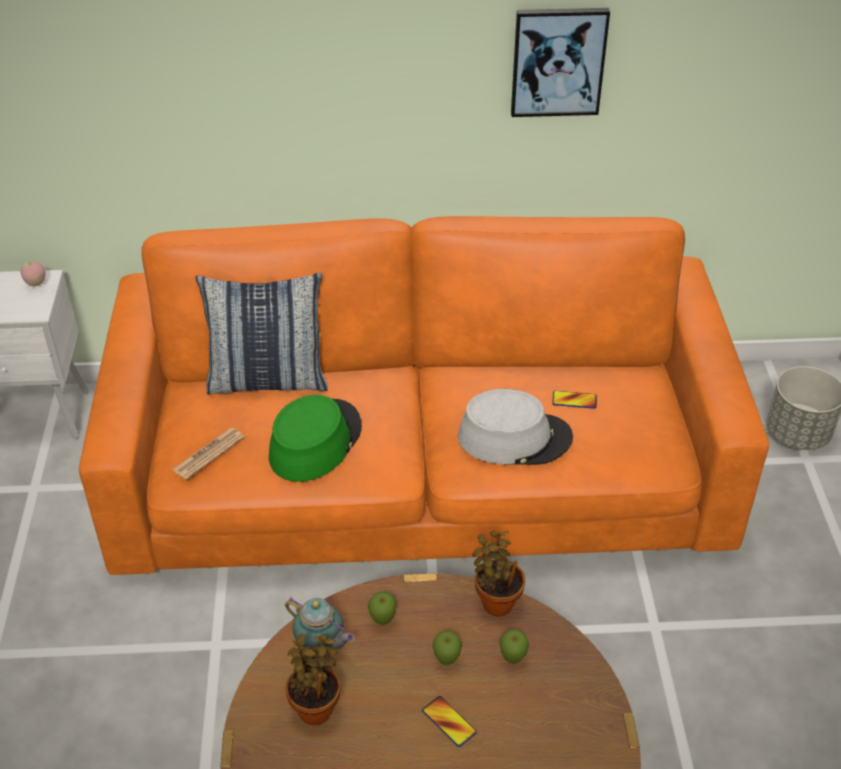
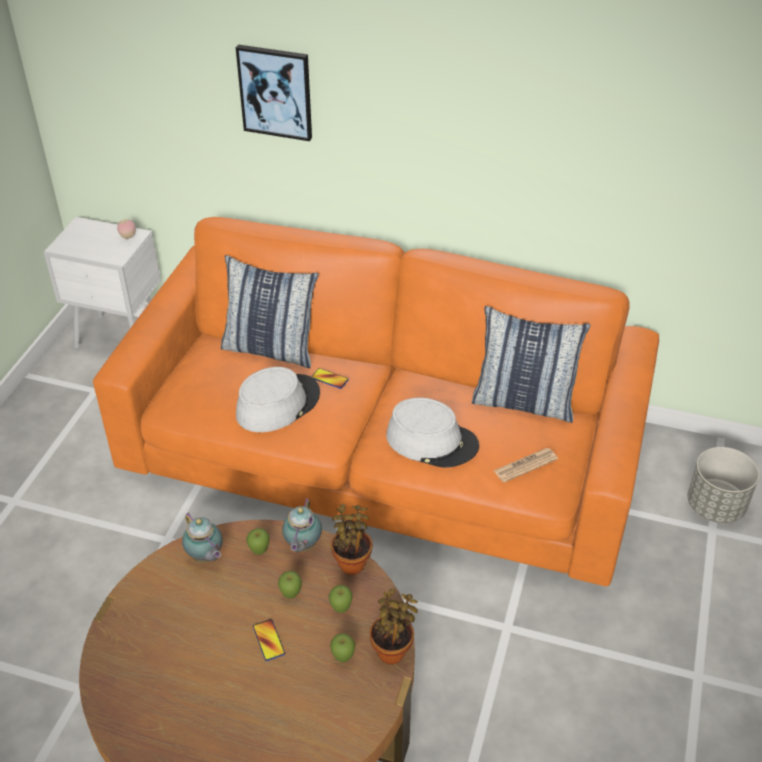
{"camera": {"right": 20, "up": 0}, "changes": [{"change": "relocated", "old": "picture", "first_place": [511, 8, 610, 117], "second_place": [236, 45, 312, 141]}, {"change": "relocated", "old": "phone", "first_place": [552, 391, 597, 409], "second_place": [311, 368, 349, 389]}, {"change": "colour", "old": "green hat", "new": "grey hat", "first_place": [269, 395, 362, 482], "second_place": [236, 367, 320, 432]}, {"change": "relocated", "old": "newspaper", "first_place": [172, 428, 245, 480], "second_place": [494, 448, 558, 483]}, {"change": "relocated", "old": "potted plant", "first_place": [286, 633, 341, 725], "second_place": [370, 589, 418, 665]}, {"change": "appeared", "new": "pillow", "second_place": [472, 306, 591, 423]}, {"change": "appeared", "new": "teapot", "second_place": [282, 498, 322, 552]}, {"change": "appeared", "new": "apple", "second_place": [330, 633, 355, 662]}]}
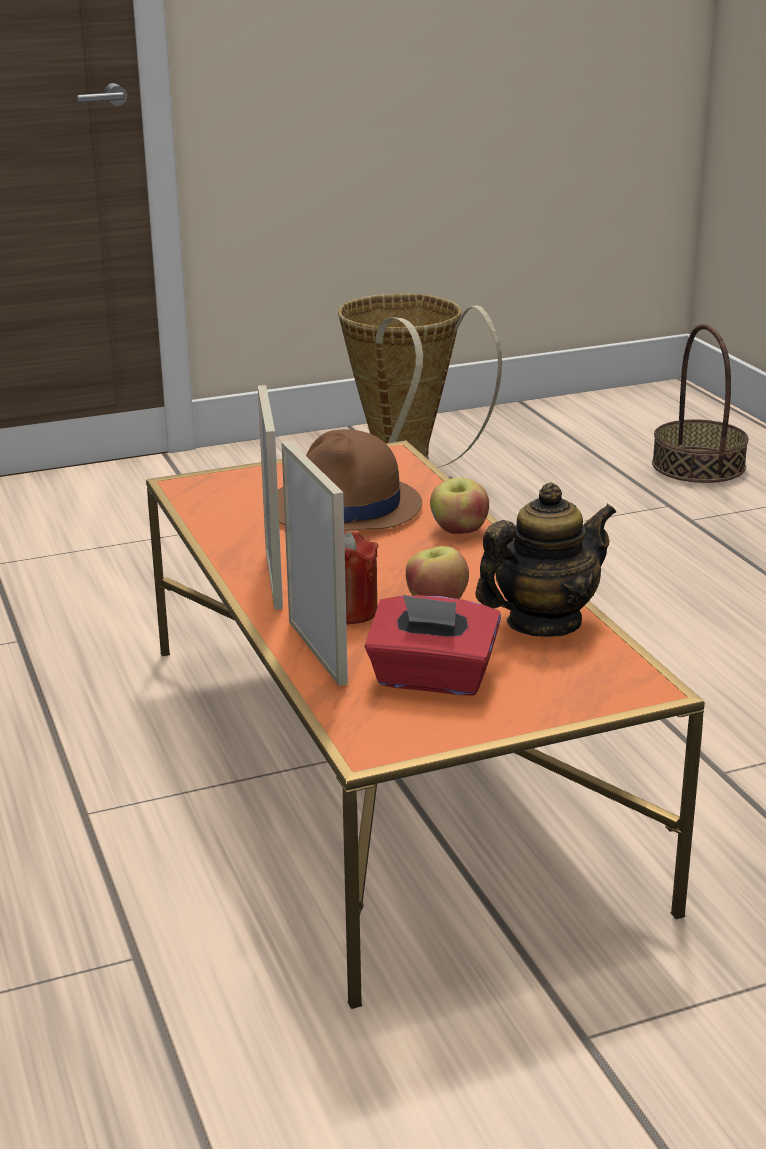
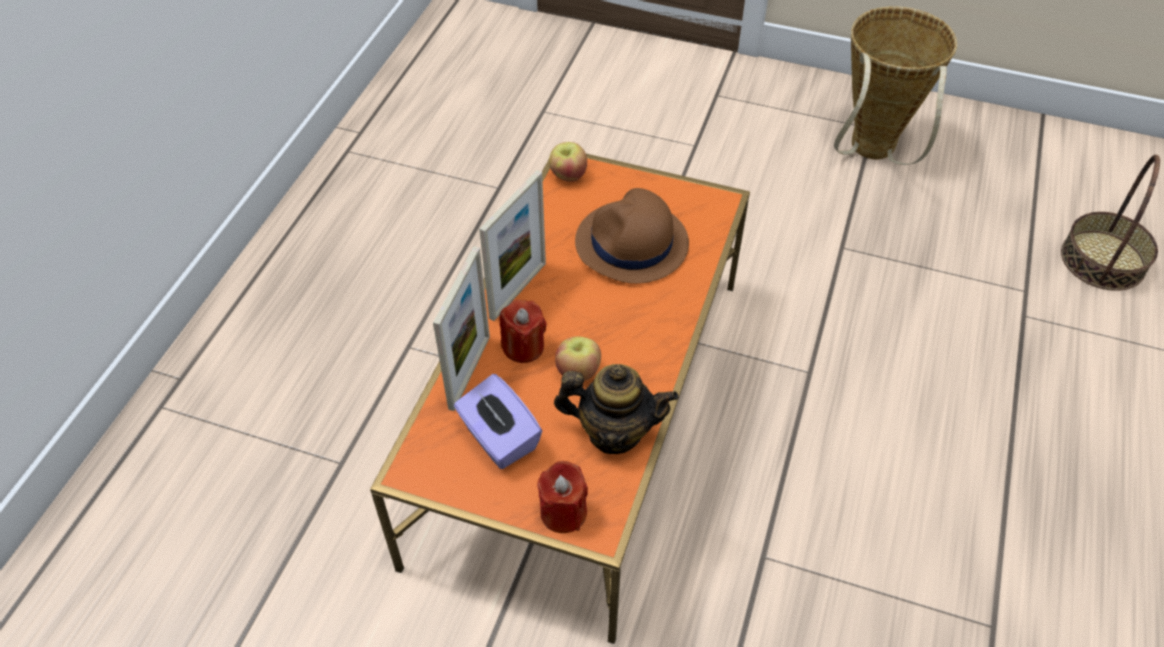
{"camera": {"right": 40, "up": 25}, "changes": [{"change": "relocated", "old": "apple", "first_place": [430, 477, 489, 534], "second_place": [549, 142, 587, 182]}, {"change": "colour", "old": "red tissue box", "new": "purple tissue box", "first_place": [365, 595, 501, 696], "second_place": [454, 374, 542, 469]}, {"change": "appeared", "new": "red candle", "second_place": [537, 461, 588, 533]}]}
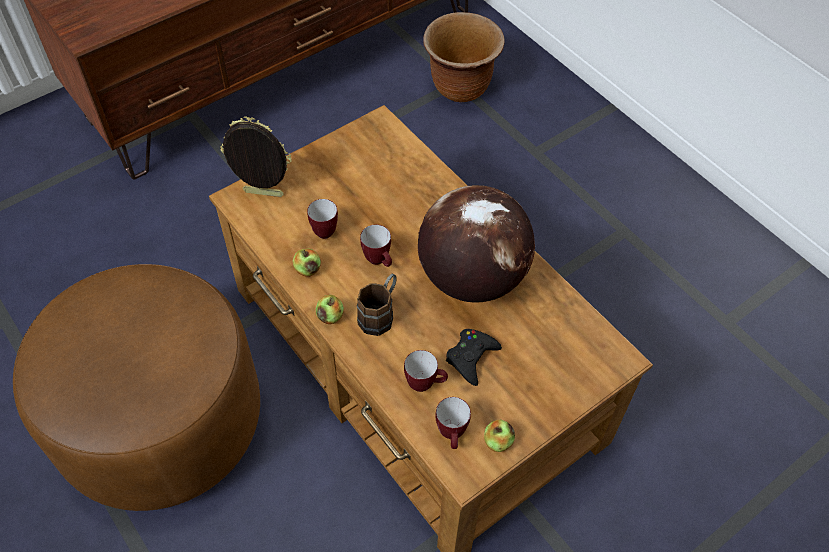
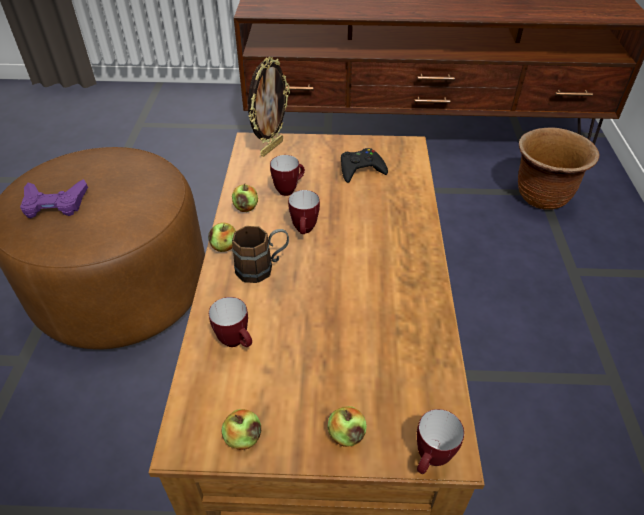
{"camera": {"right": 40, "up": -10}, "changes": [{"change": "spun", "old": "picture frame", "first_place": [220, 116, 292, 197], "second_place": [248, 57, 290, 157], "degrees": 75}, {"change": "missing", "old": "globe", "first_place": [418, 185, 535, 303]}, {"change": "relocated", "old": "black game controller", "first_place": [446, 329, 502, 386], "second_place": [341, 148, 388, 183]}, {"change": "relocated", "old": "mug", "first_place": [435, 397, 471, 449], "second_place": [417, 409, 464, 474]}, {"change": "appeared", "new": "purple game controller", "second_place": [20, 179, 88, 218]}, {"change": "appeared", "new": "apple", "second_place": [328, 406, 367, 447]}]}
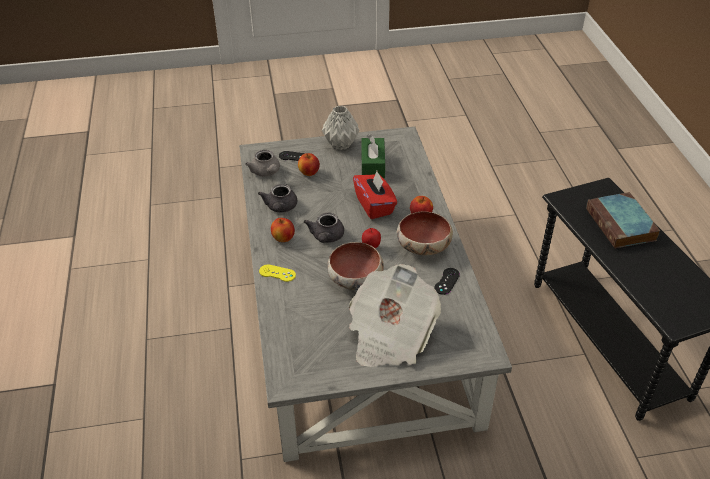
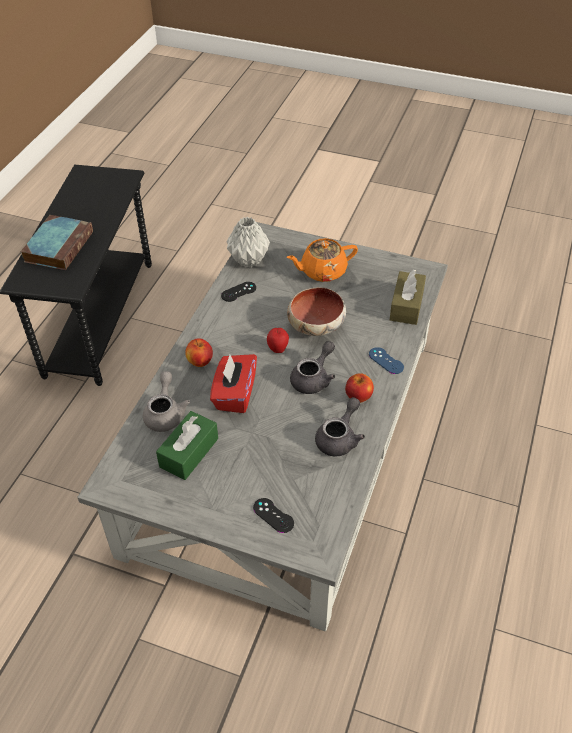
{"camera": {"right": -150, "up": 5}, "changes": [{"change": "relocated", "old": "grey vase", "first_place": [322, 105, 359, 150], "second_place": [227, 217, 270, 268]}, {"change": "relocated", "old": "grey teapot", "first_place": [245, 150, 280, 176], "second_place": [143, 371, 190, 432]}, {"change": "missing", "old": "apple", "first_place": [298, 153, 320, 176]}, {"change": "missing", "old": "bowl", "first_place": [397, 212, 453, 256]}, {"change": "colour", "old": "yellow game controller", "new": "blue game controller", "first_place": [259, 264, 296, 282], "second_place": [369, 347, 404, 374]}, {"change": "exchanged", "old": "newspaper", "new": "orange teapot", "first_place": [349, 264, 441, 367], "second_place": [286, 238, 358, 282]}, {"change": "appeared", "new": "brown tissue box", "second_place": [390, 269, 426, 325]}]}
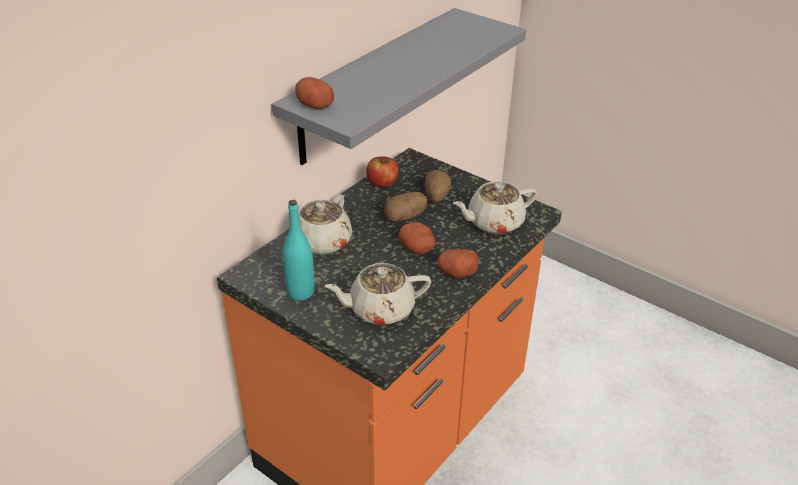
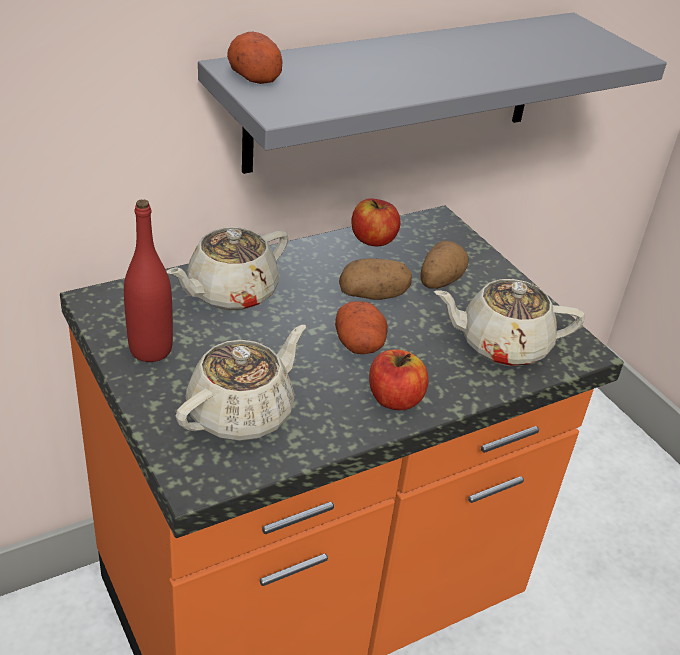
{"camera": {"right": 20, "up": 0}, "changes": [{"change": "colour", "old": "turquoise bottle", "new": "red bottle", "first_place": [282, 200, 315, 301], "second_place": [124, 200, 173, 362]}, {"change": "exchanged", "old": "potato", "new": "apple", "first_place": [438, 249, 479, 278], "second_place": [369, 349, 428, 410]}, {"change": "spun", "old": "beige teapot", "first_place": [324, 263, 431, 325], "second_place": [176, 325, 306, 441], "degrees": 120}]}
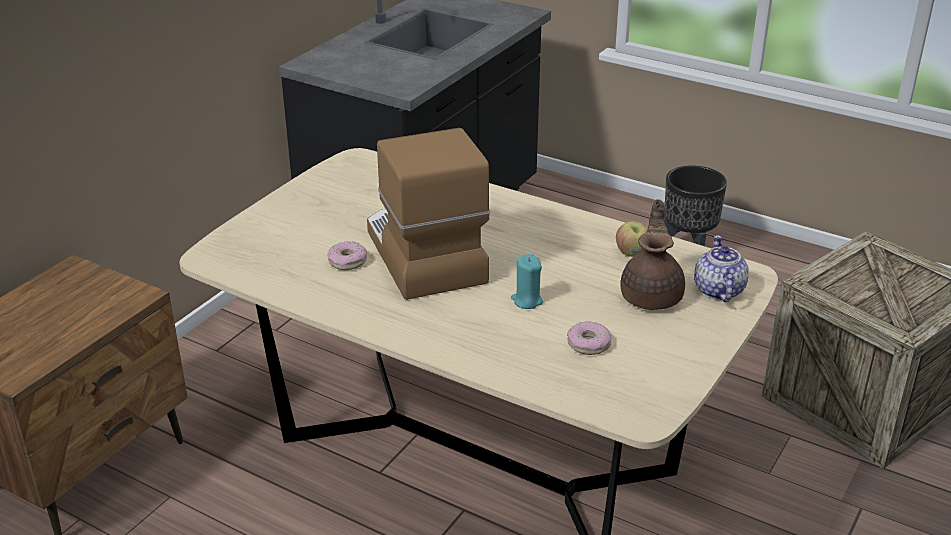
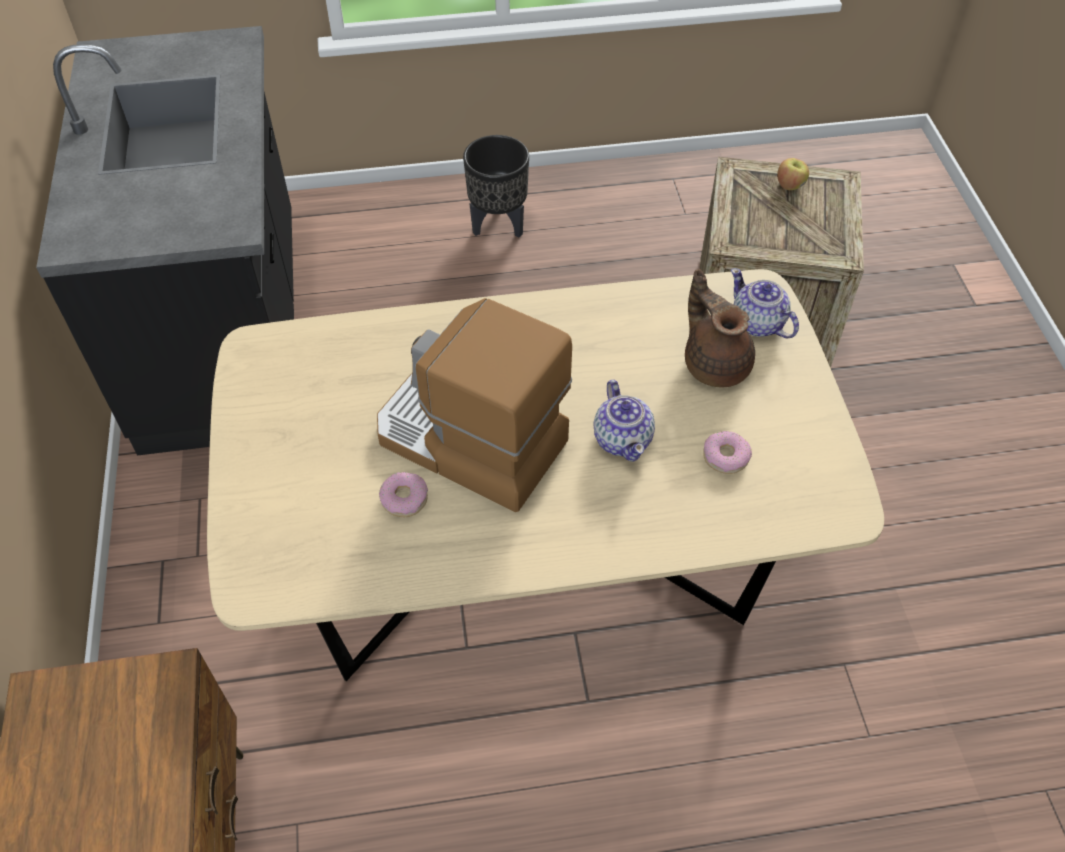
{"camera": {"right": -40, "up": 20}, "changes": [{"change": "relocated", "old": "apple", "first_place": [616, 221, 648, 257], "second_place": [777, 158, 809, 190]}, {"change": "exchanged", "old": "turquoise candle", "new": "teapot", "first_place": [511, 254, 543, 309], "second_place": [594, 380, 655, 462]}]}
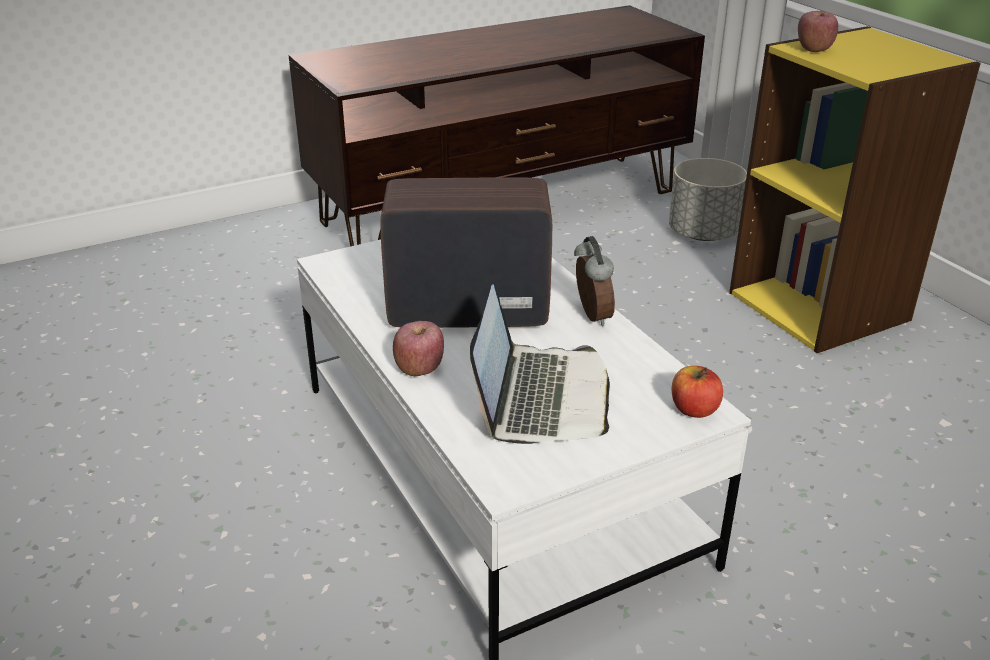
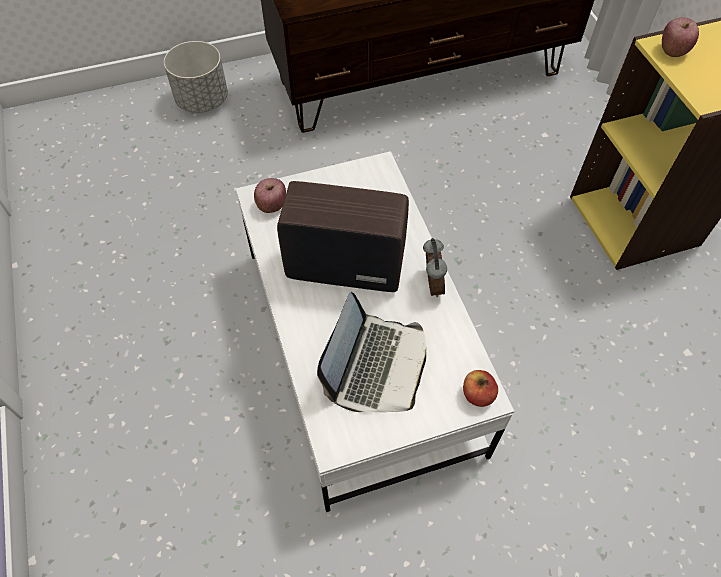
{"camera": {"right": 10, "up": 25}, "changes": [{"change": "relocated", "old": "grey planter", "first_place": [669, 158, 747, 241], "second_place": [164, 41, 228, 113]}, {"change": "relocated", "old": "apple", "first_place": [393, 321, 444, 376], "second_place": [254, 178, 286, 213]}]}
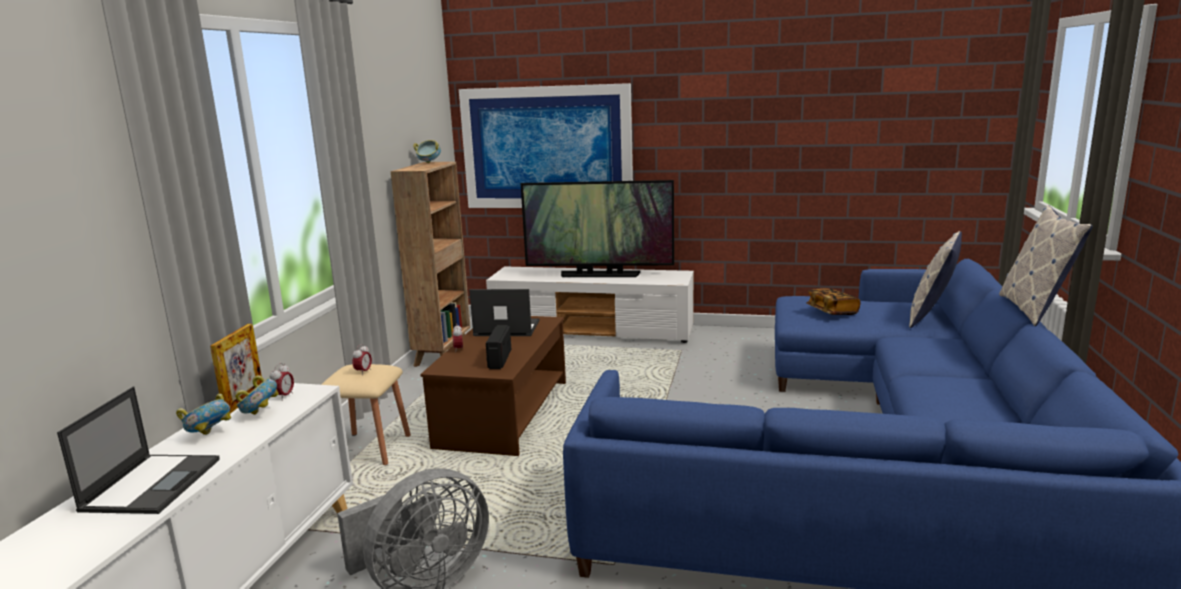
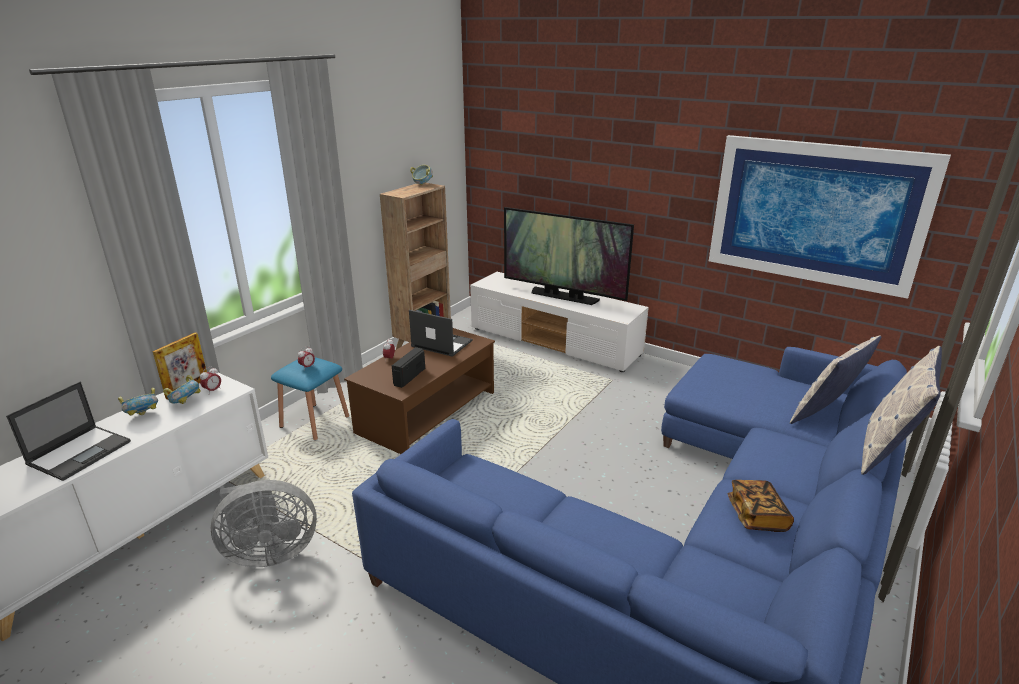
{"camera": {"right": 20, "up": 10}, "changes": [{"change": "relocated", "old": "picture", "first_place": [459, 83, 633, 208], "second_place": [709, 135, 951, 299]}, {"change": "relocated", "old": "book", "first_place": [806, 288, 861, 315], "second_place": [728, 480, 794, 532]}, {"change": "colour", "old": "beige stool", "new": "blue stool", "first_place": [321, 364, 411, 465], "second_place": [271, 357, 349, 440]}]}
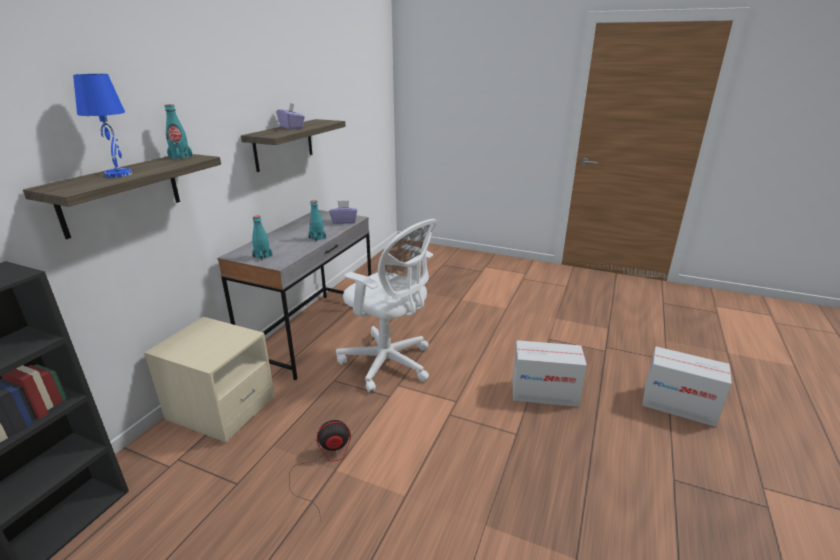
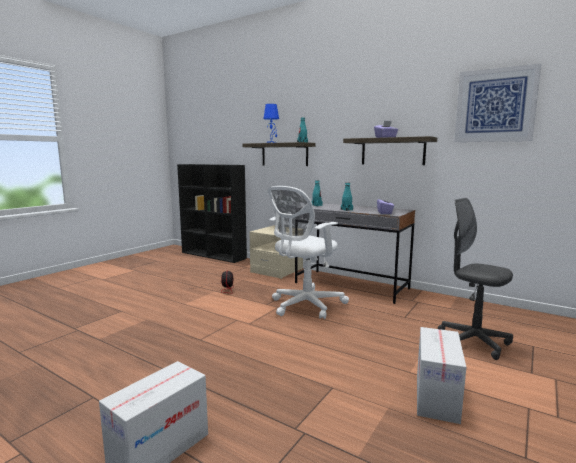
{"camera": {"right": 100, "up": -15}, "changes": [{"change": "relocated", "old": "cardboard box", "first_place": [512, 340, 587, 407], "second_place": [417, 327, 466, 424]}, {"change": "appeared", "new": "picture", "second_place": [454, 63, 541, 142]}, {"change": "appeared", "new": "grey office chair", "second_place": [438, 198, 513, 360]}]}
